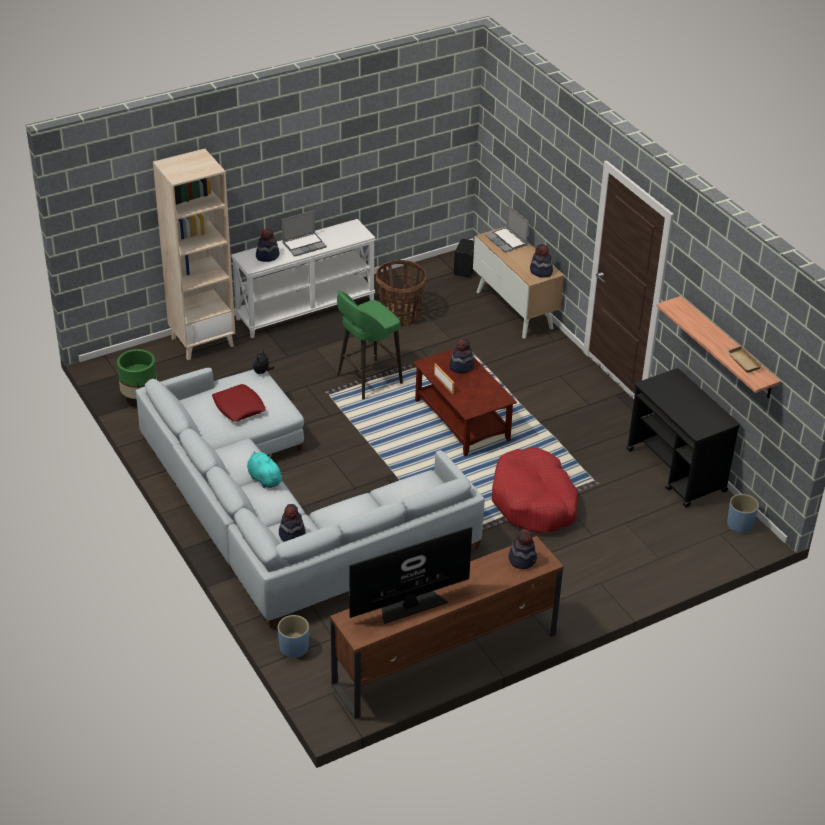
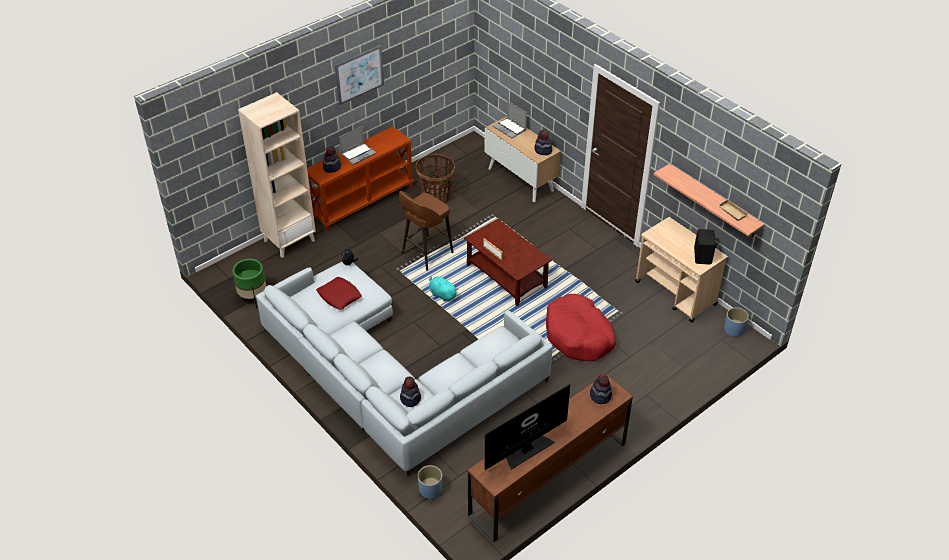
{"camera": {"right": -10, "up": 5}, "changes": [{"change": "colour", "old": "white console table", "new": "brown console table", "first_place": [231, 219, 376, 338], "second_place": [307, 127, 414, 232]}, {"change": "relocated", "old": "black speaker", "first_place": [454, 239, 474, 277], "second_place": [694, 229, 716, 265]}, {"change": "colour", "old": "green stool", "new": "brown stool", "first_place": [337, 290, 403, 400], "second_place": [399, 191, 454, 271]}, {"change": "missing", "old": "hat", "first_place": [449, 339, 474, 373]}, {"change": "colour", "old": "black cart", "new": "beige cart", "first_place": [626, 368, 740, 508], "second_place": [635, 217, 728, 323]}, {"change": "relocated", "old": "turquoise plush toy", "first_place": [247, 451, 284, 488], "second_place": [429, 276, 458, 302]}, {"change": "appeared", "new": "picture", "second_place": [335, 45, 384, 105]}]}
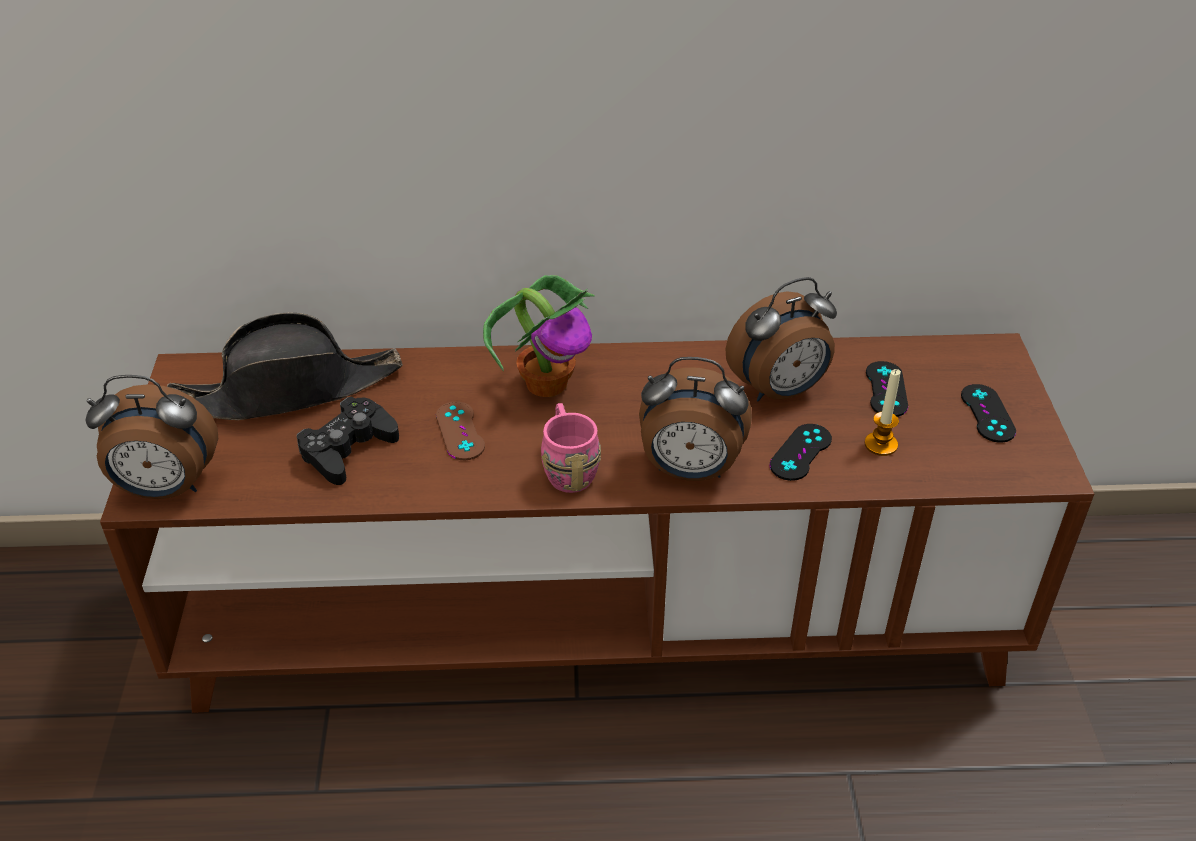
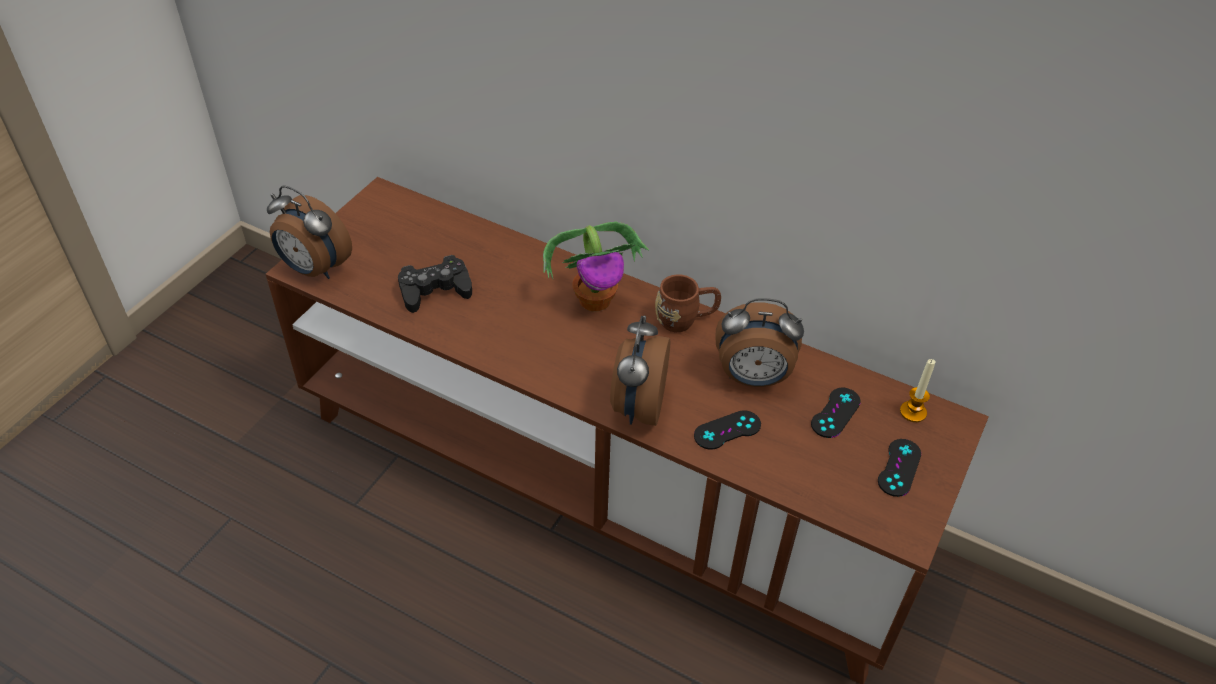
{"camera": {"right": 30, "up": 5}, "changes": [{"change": "missing", "old": "black hat", "first_place": [167, 313, 403, 420]}, {"change": "spun", "old": "alarm clock", "first_place": [639, 357, 752, 481], "second_place": [610, 315, 670, 426], "degrees": 60}, {"change": "relocated", "old": "candle", "first_place": [864, 369, 901, 456], "second_place": [900, 359, 936, 422]}, {"change": "missing", "old": "brown game controller", "first_place": [436, 401, 485, 460]}, {"change": "missing", "old": "pink mug", "first_place": [541, 403, 601, 493]}, {"change": "appeared", "new": "brown mug", "second_place": [655, 274, 721, 332]}]}
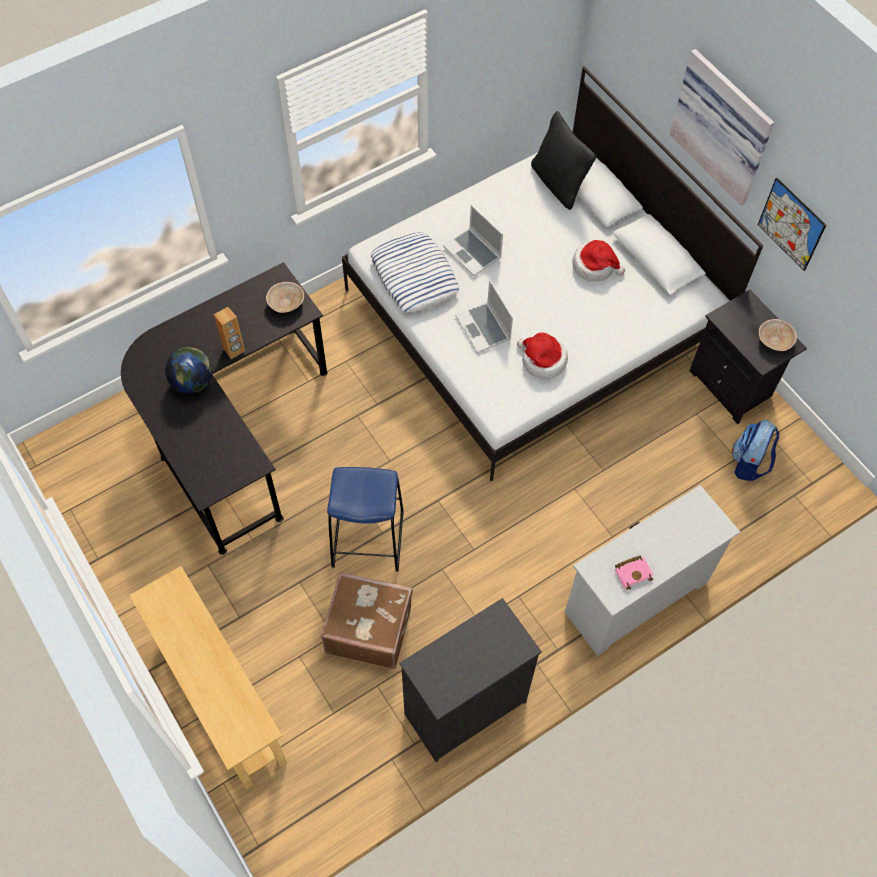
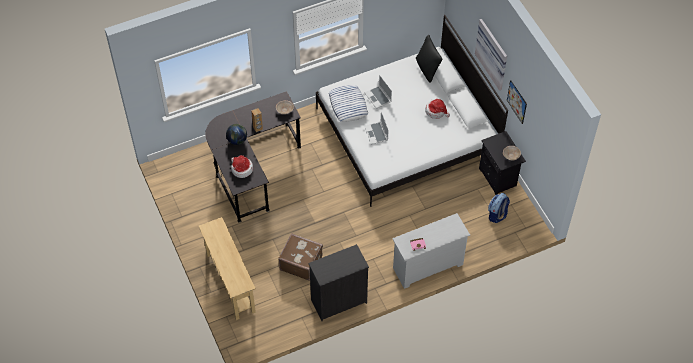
{"camera": {"right": 10, "up": -5}, "changes": [{"change": "relocated", "old": "hat", "first_place": [517, 332, 568, 379], "second_place": [231, 155, 253, 178]}, {"change": "missing", "old": "blue stool", "first_place": [327, 467, 404, 572]}]}
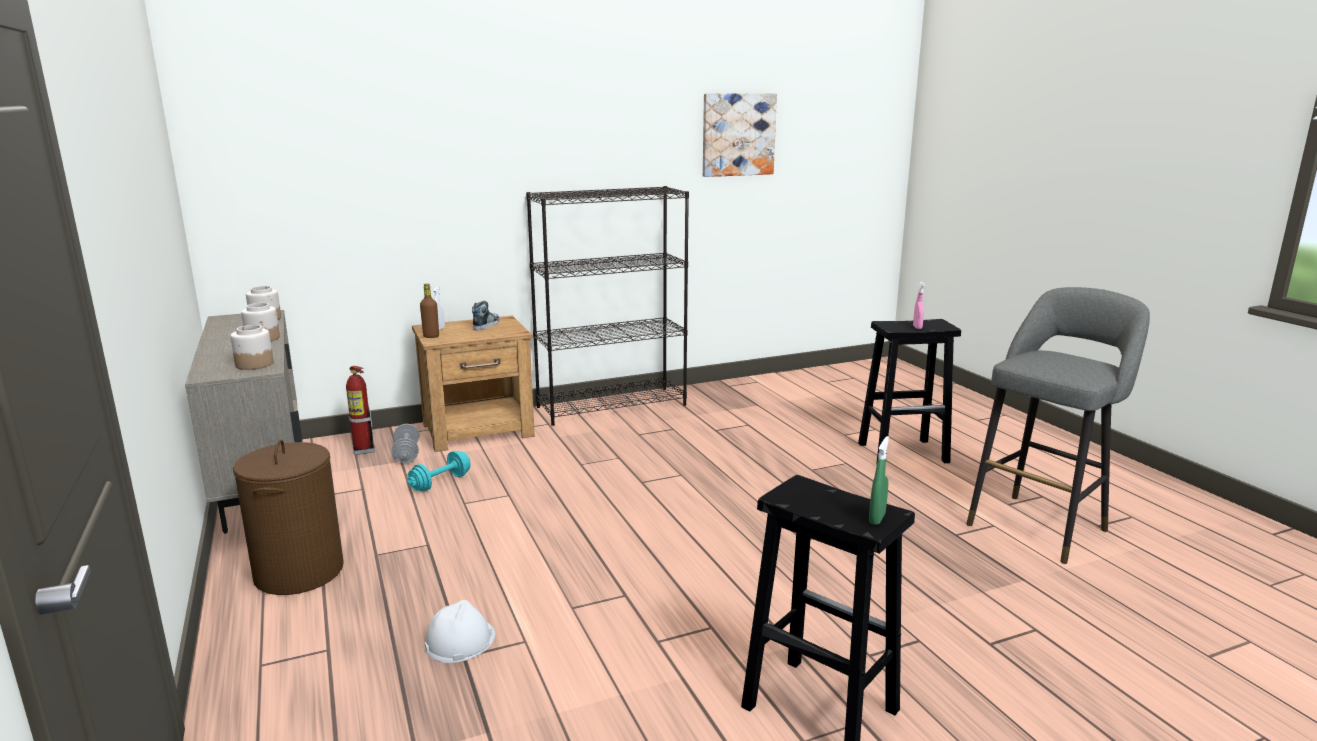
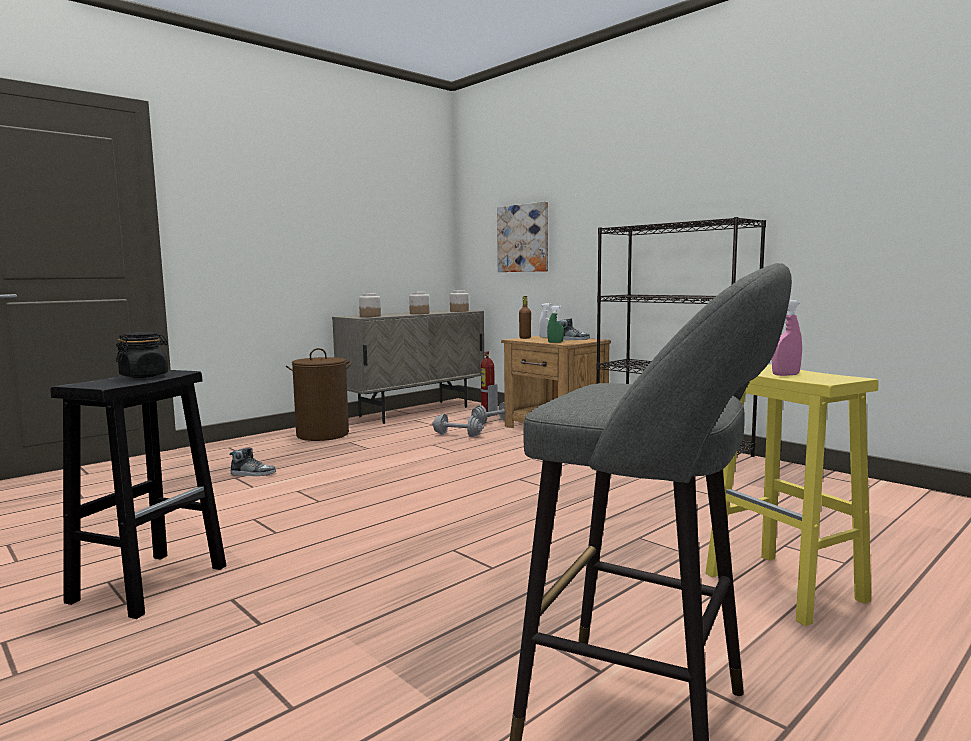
{"camera": {"right": 70, "up": -10}, "changes": [{"change": "relocated", "old": "picture", "first_place": [703, 94, 777, 177], "second_place": [497, 201, 548, 272]}, {"change": "colour", "old": "black stool", "new": "yellow stool", "first_place": [858, 319, 961, 464], "second_place": [706, 364, 879, 626]}, {"change": "relocated", "old": "green spray bottle", "first_place": [869, 436, 889, 525], "second_place": [547, 306, 564, 343]}, {"change": "colour", "old": "turquoise dumbbell", "new": "grey dumbbell", "first_place": [407, 451, 470, 491], "second_place": [432, 414, 484, 437]}, {"change": "exchanged", "old": "white hard hat", "new": "shoe", "first_place": [425, 600, 496, 663], "second_place": [230, 447, 276, 476]}, {"change": "appeared", "new": "black jar", "second_place": [116, 332, 168, 378]}]}
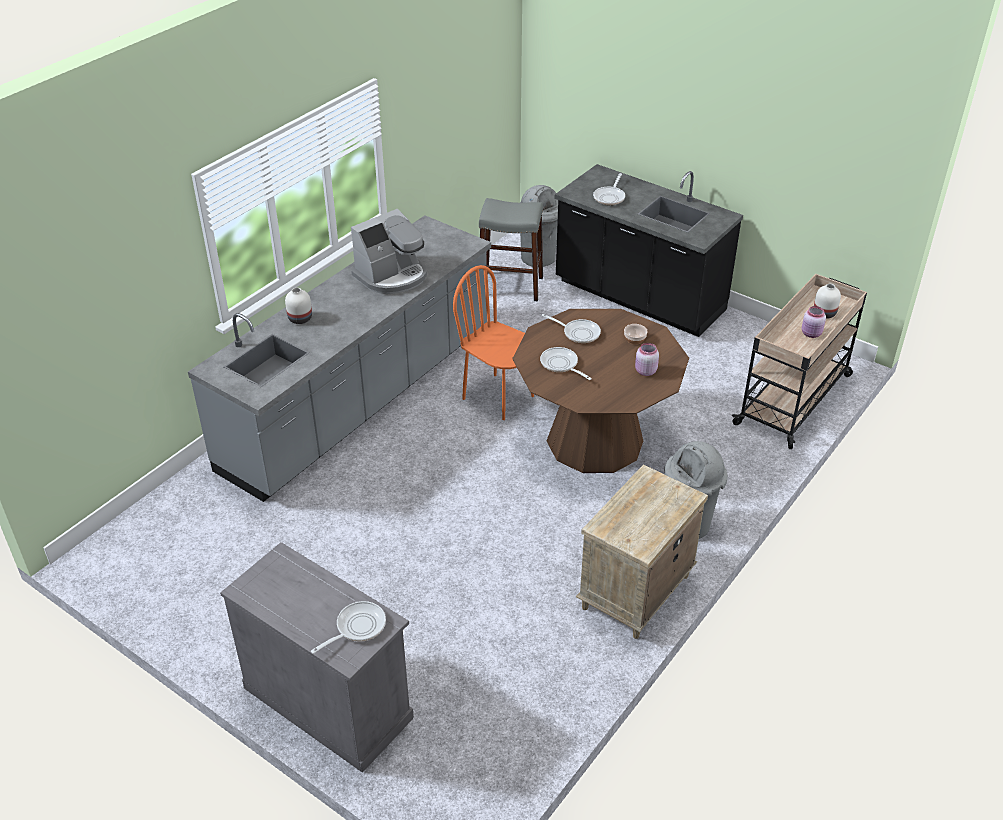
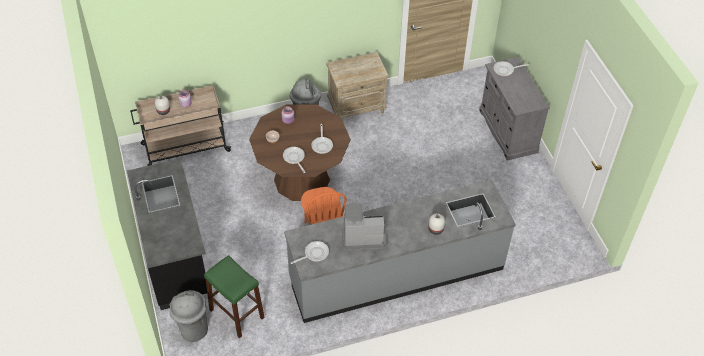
{"camera": {"right": -145, "up": 10}, "changes": [{"change": "relocated", "old": "frying pan", "first_place": [593, 173, 625, 205], "second_place": [291, 241, 329, 264]}, {"change": "colour", "old": "grey stool", "new": "green stool", "first_place": [479, 198, 543, 301], "second_place": [204, 255, 265, 338]}]}
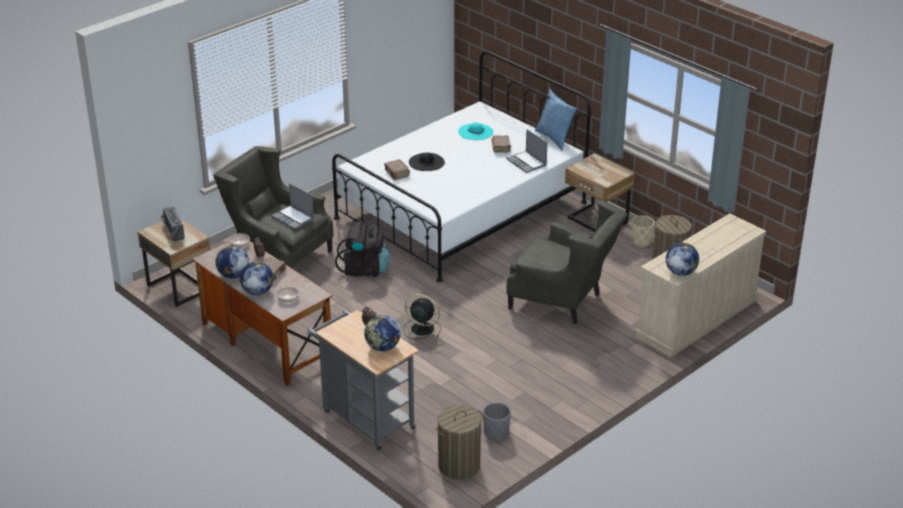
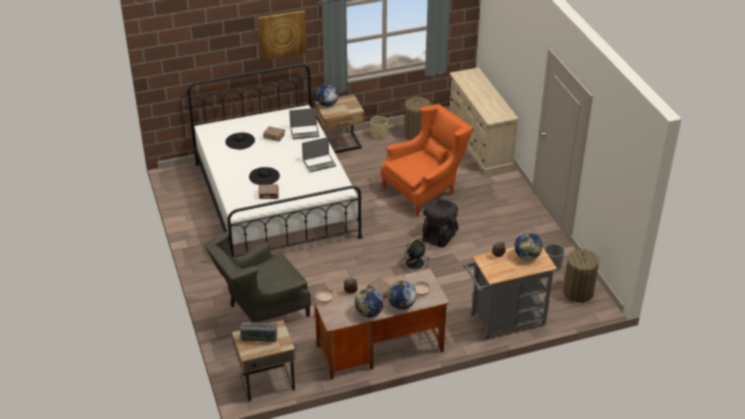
{"camera": {"right": -65, "up": 5}, "changes": [{"change": "missing", "old": "pillow", "first_place": [535, 89, 577, 151]}, {"change": "colour", "old": "turquoise hat", "new": "black hat", "first_place": [458, 122, 493, 140], "second_place": [225, 133, 255, 150]}, {"change": "relocated", "old": "laptop", "first_place": [271, 183, 314, 229], "second_place": [302, 137, 336, 172]}, {"change": "colour", "old": "grey armchair", "new": "orange armchair", "first_place": [506, 201, 627, 324], "second_place": [381, 104, 473, 217]}, {"change": "relocated", "old": "black backpack", "first_place": [335, 221, 391, 277], "second_place": [422, 199, 459, 248]}, {"change": "relocated", "old": "globe", "first_place": [666, 242, 699, 276], "second_place": [316, 84, 339, 107]}, {"change": "appeared", "new": "picture", "second_place": [258, 10, 307, 60]}]}
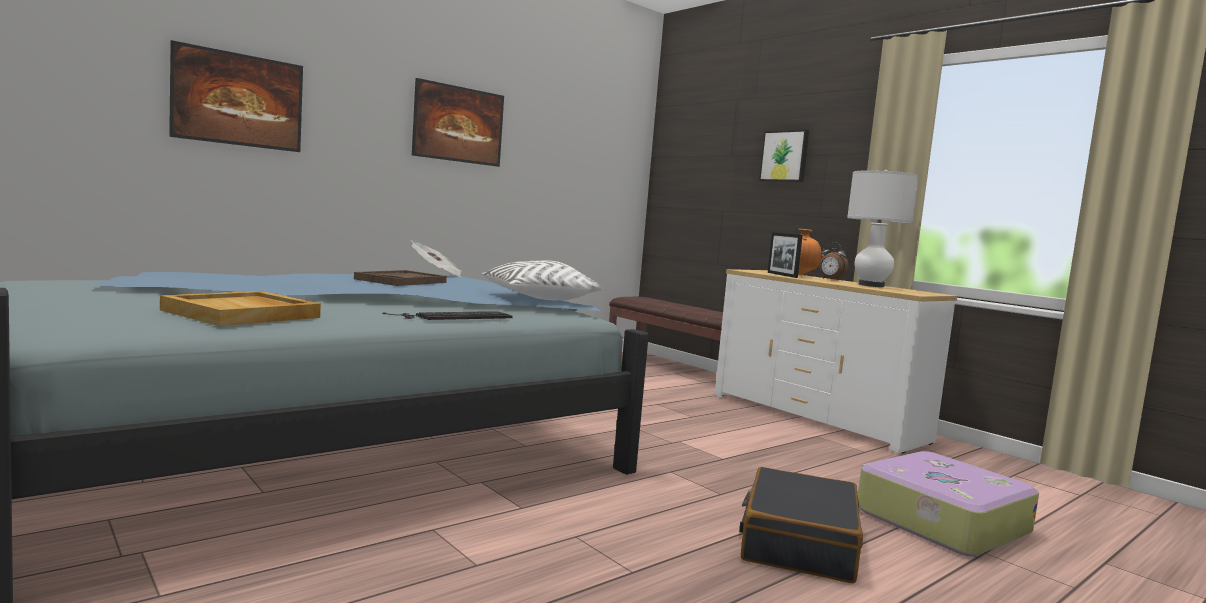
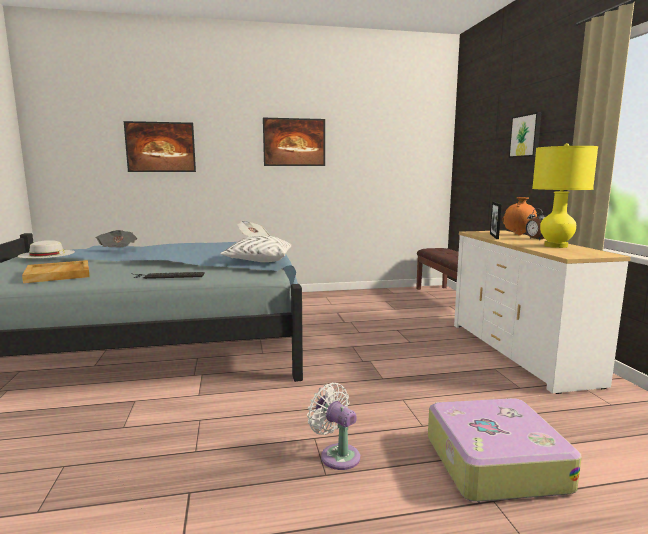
{"camera": {"right": 30, "up": 5}, "changes": [{"change": "colour", "old": "white table lamp", "new": "yellow table lamp", "first_place": [847, 169, 919, 287], "second_place": [532, 143, 598, 248]}, {"change": "missing", "old": "brown tray", "first_place": [354, 270, 447, 286]}, {"change": "exchanged", "old": "black suitcase", "new": "white fan", "first_place": [739, 467, 863, 583], "second_place": [307, 383, 360, 470]}, {"change": "appeared", "new": "newspaper", "second_place": [96, 230, 137, 247]}, {"change": "appeared", "new": "white hat", "second_place": [18, 240, 75, 259]}]}
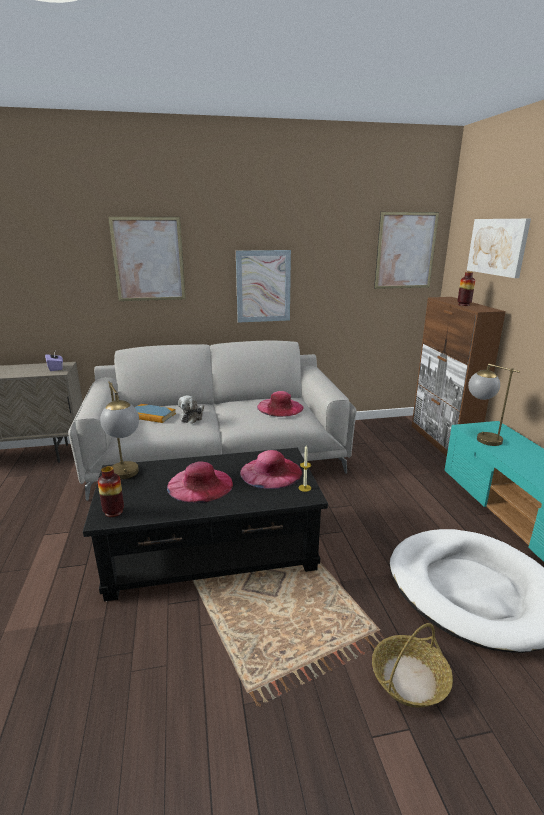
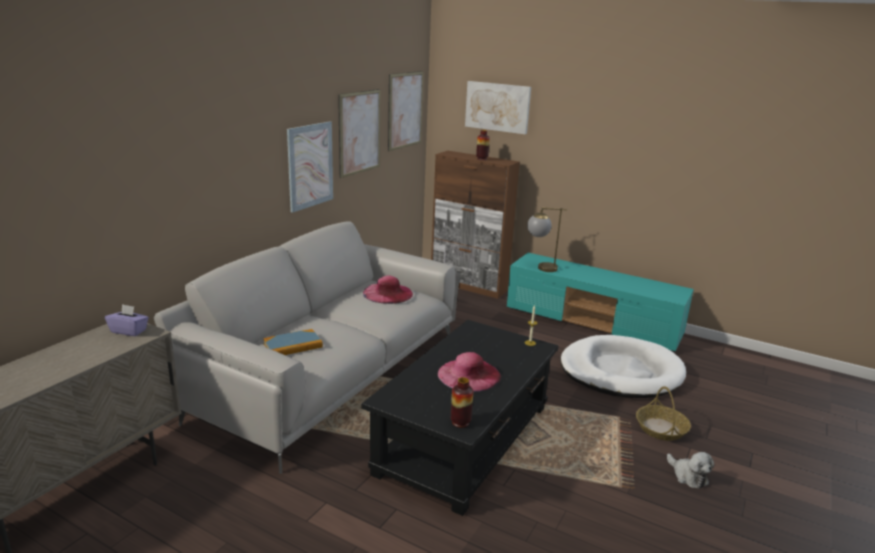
{"camera": {"right": -50, "up": 0}, "changes": [{"change": "relocated", "old": "picture", "first_place": [108, 217, 186, 301], "second_place": [338, 89, 380, 178]}, {"change": "missing", "old": "table lamp", "first_place": [100, 381, 139, 479]}, {"change": "relocated", "old": "plush toy", "first_place": [178, 395, 204, 424], "second_place": [667, 452, 714, 489]}, {"change": "missing", "old": "pink hat", "first_place": [240, 450, 303, 489]}]}
